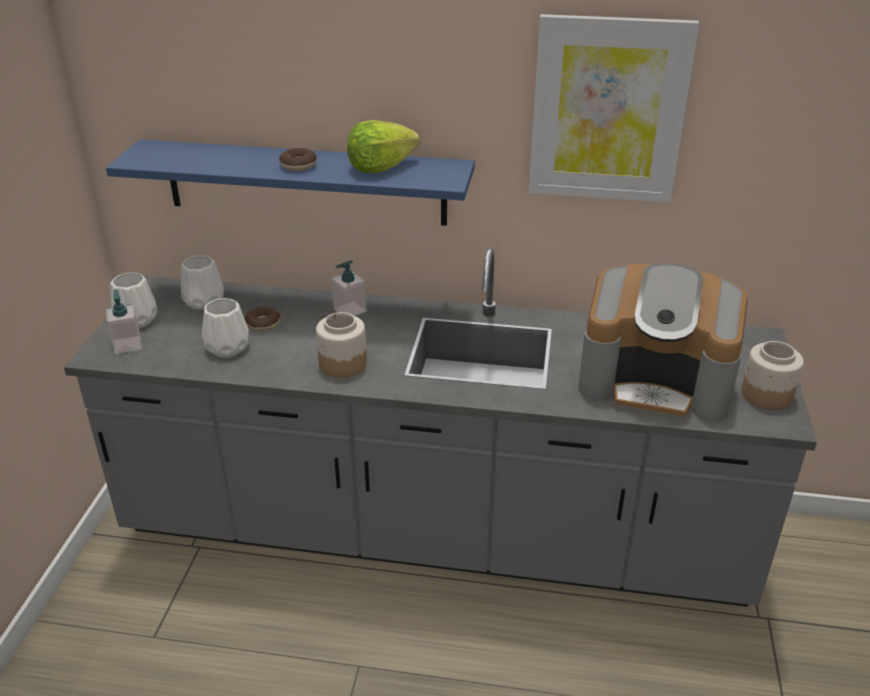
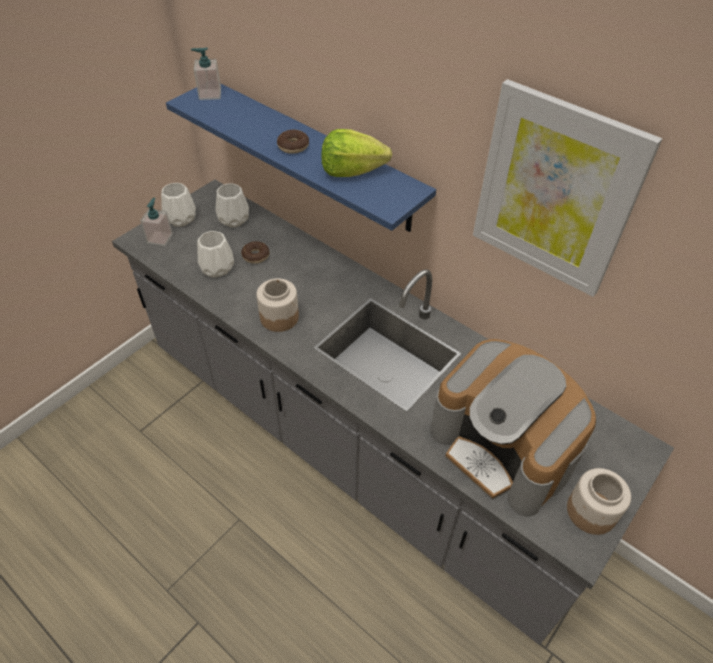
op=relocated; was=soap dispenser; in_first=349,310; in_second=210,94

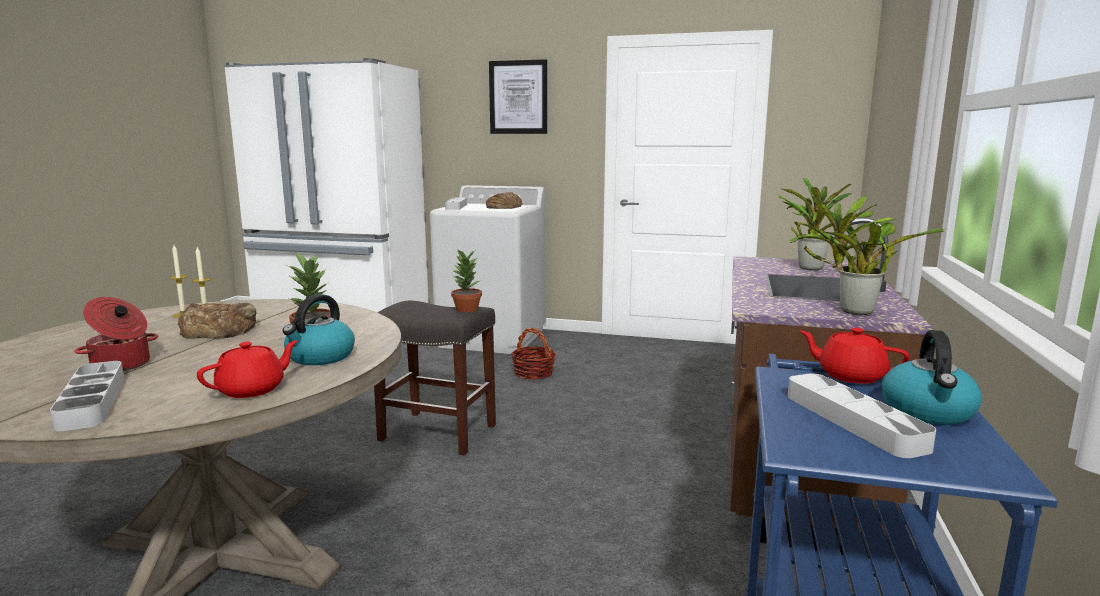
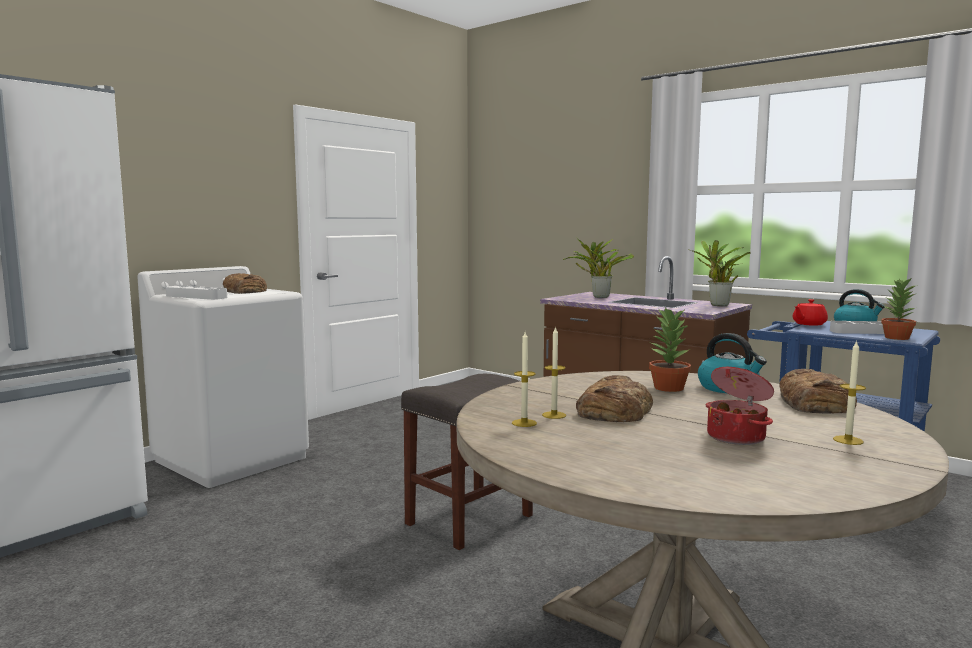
op=exchanged; was=red teapot; now=bread; in_first=252,390; in_second=814,403
op=exchanged; was=grey tray; now=candle; in_first=92,401; in_second=848,440
op=relocated; was=potted plant; in_first=466,309; in_second=896,338
op=missing; was=picture; in_first=518,97
op=missing; was=basket; in_first=533,373

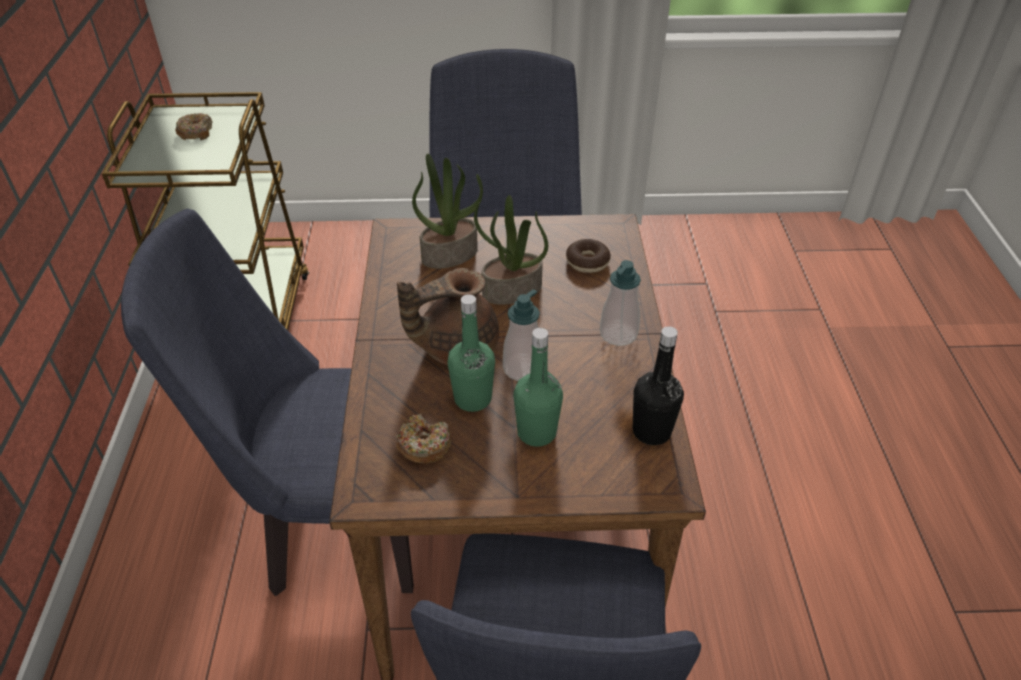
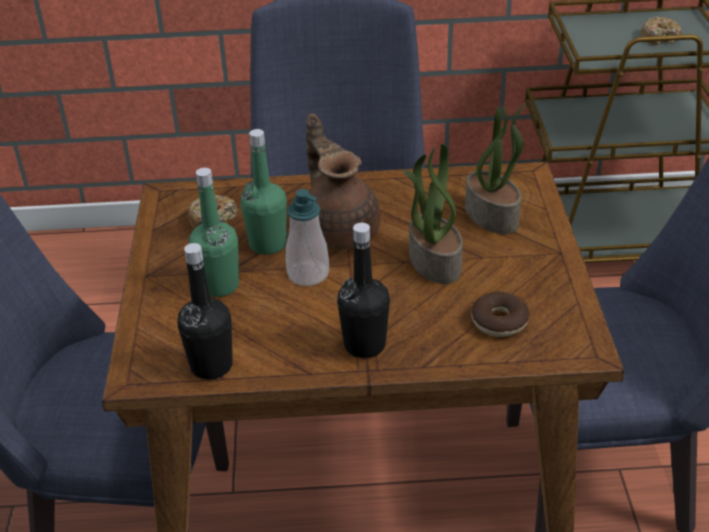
op=exchanged; was=soap dispenser; now=black bottle; in_first=618,334; in_second=364,345

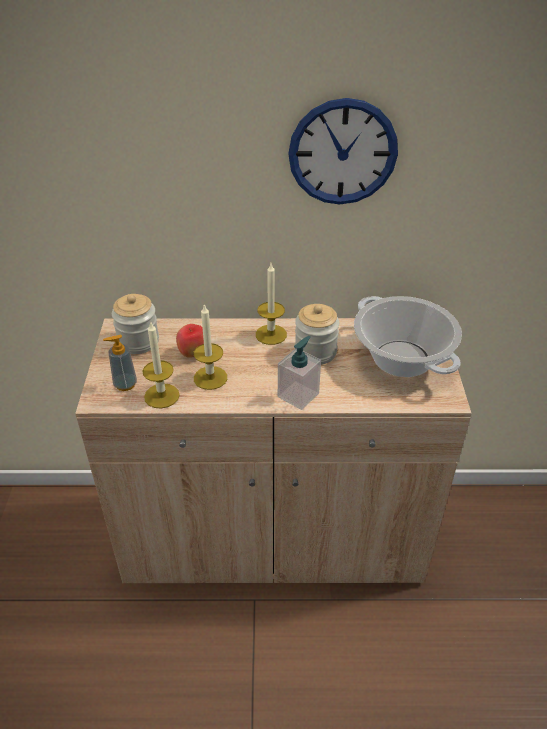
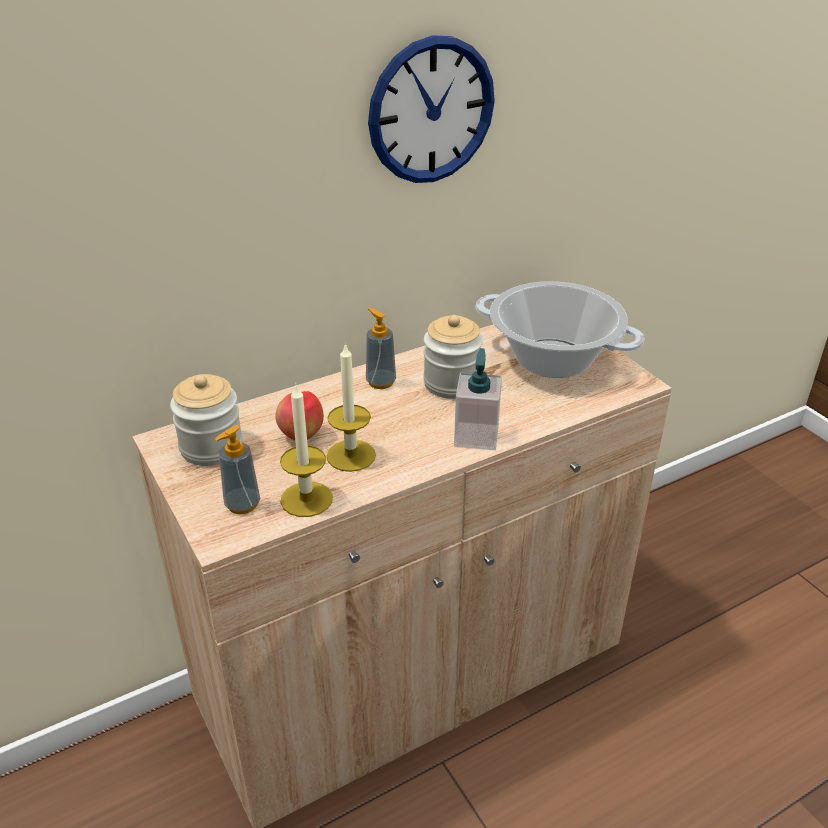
op=exchanged; was=candle; now=soap dispenser; in_first=271,334; in_second=380,382

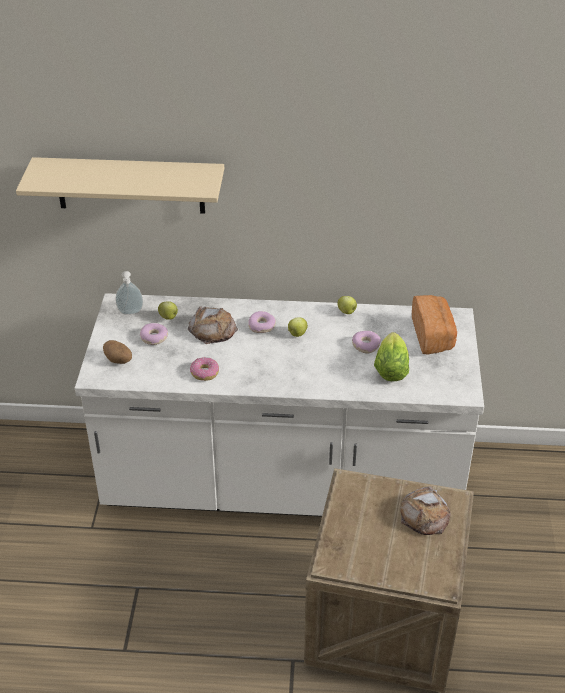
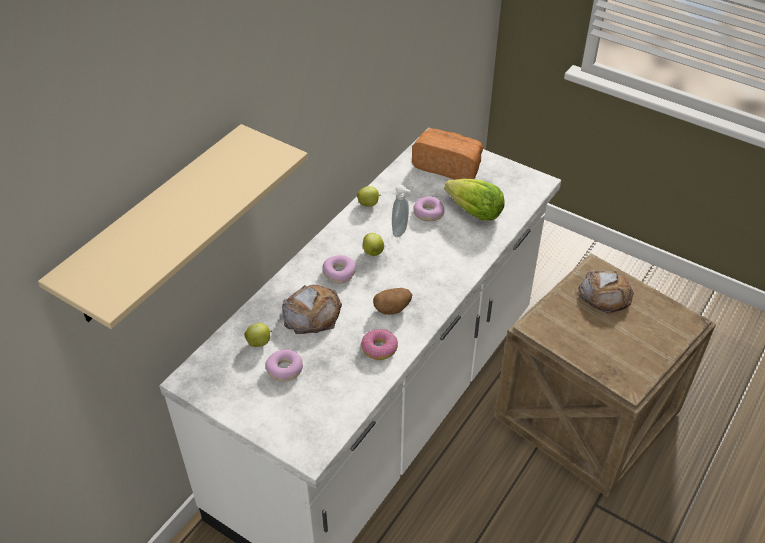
op=relocated; was=potato; in_first=119,360; in_second=392,308
op=relocated; was=soap dispenser; in_first=130,313; in_second=401,231

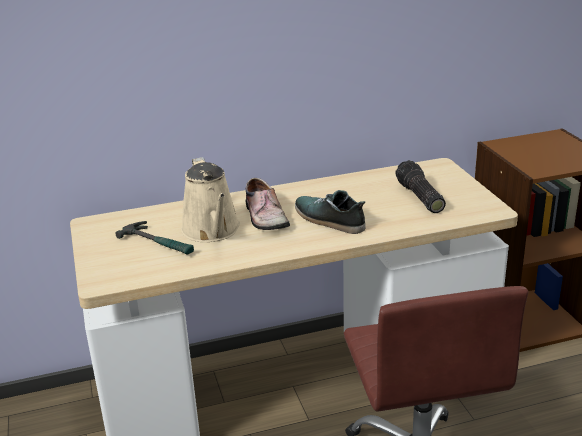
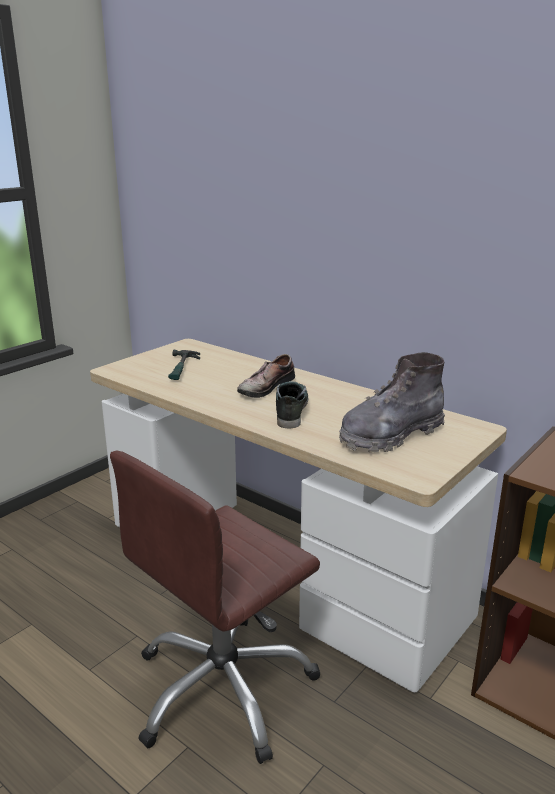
op=exchanged; was=flashlight; now=grey boot; in_first=419,197; in_second=390,435
op=missing; was=beige watering can; in_first=212,231

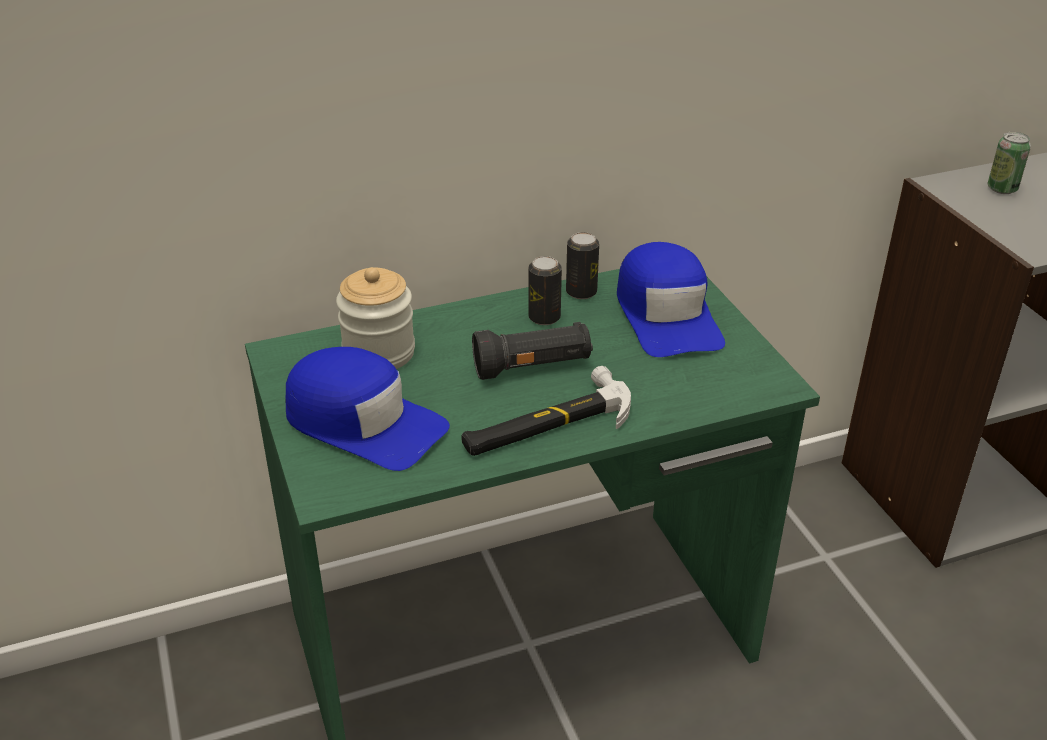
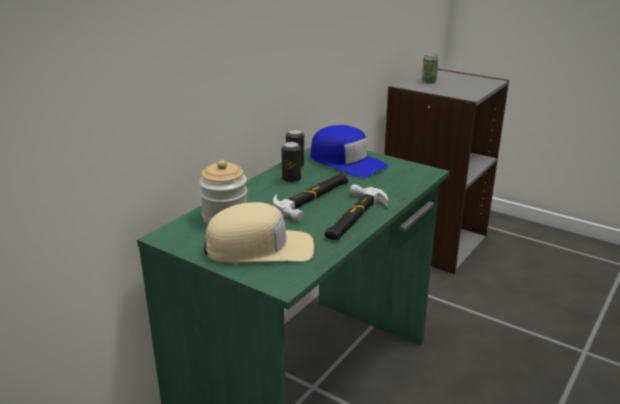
op=colour; was=blue cap; now=beige cap; in_first=363,422; in_second=260,248
op=exchanged; was=black flashlight; now=hammer; in_first=533,367; in_second=314,199

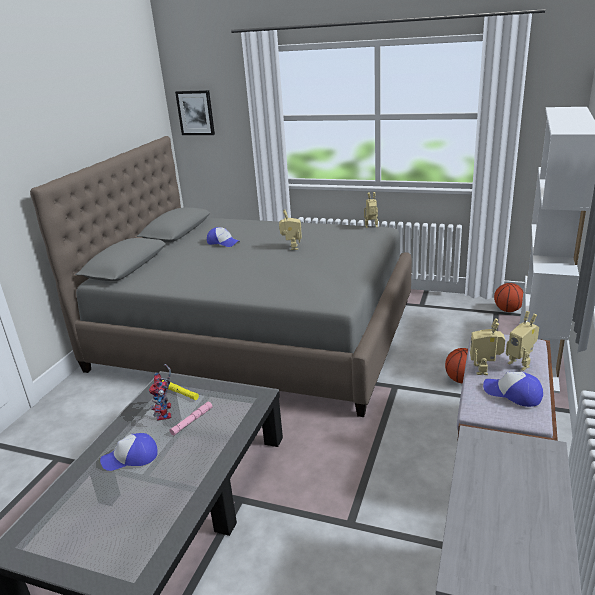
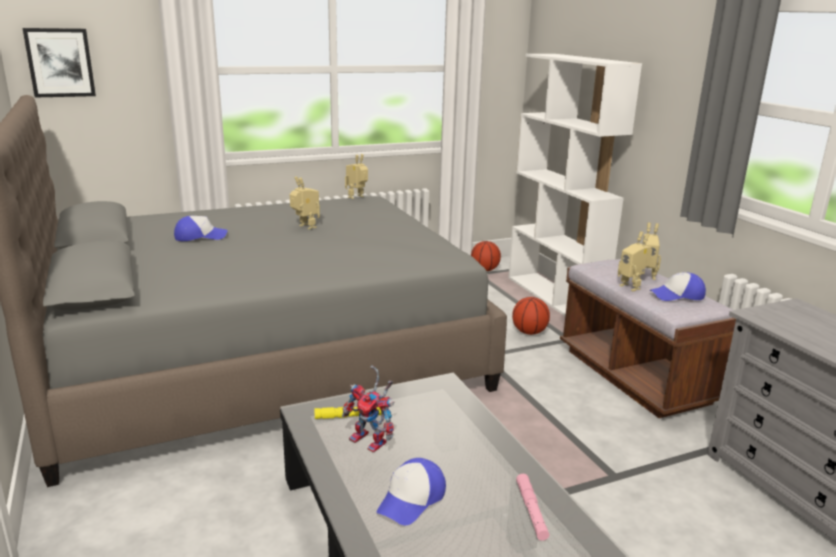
op=relocated; was=pink flashlight; in_first=192,421; in_second=531,510

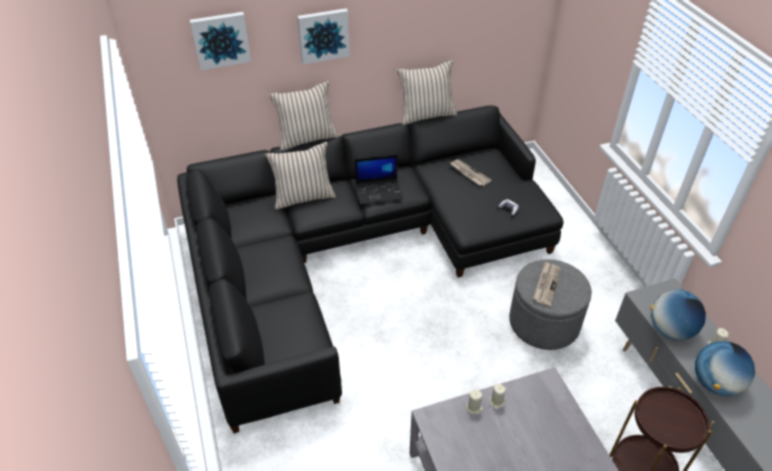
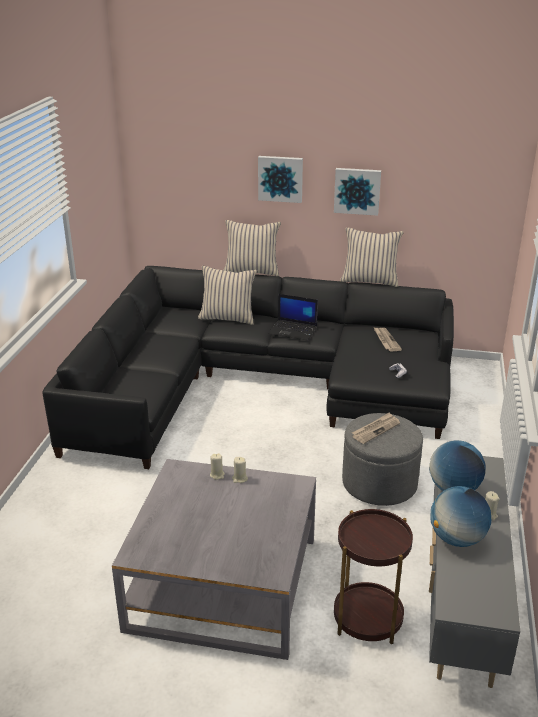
op=relocated; was=picture; in_first=220,39; in_second=357,191

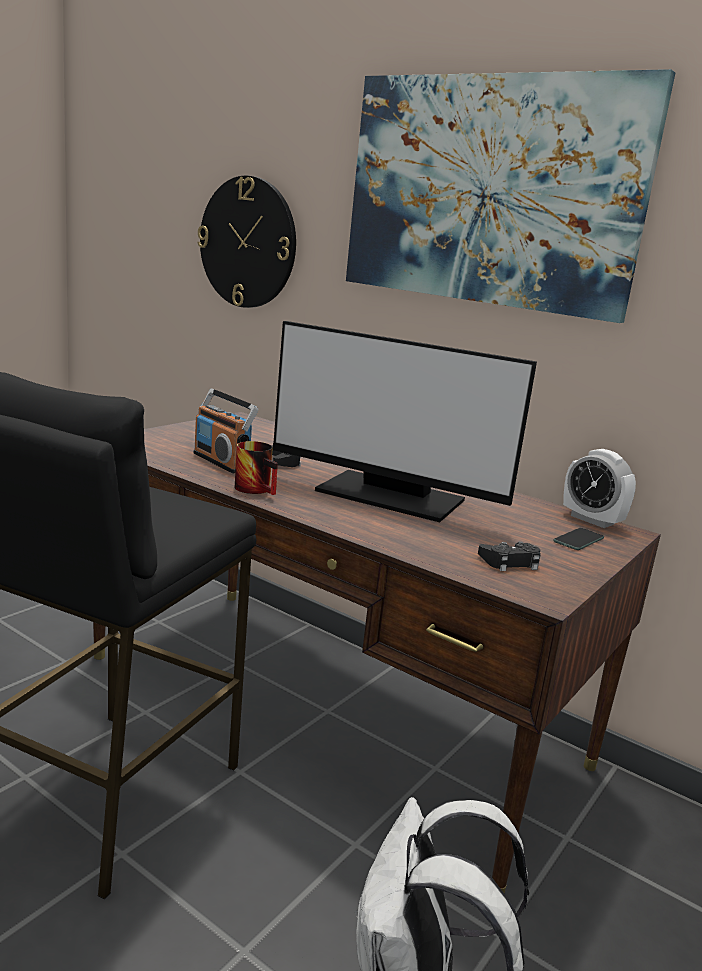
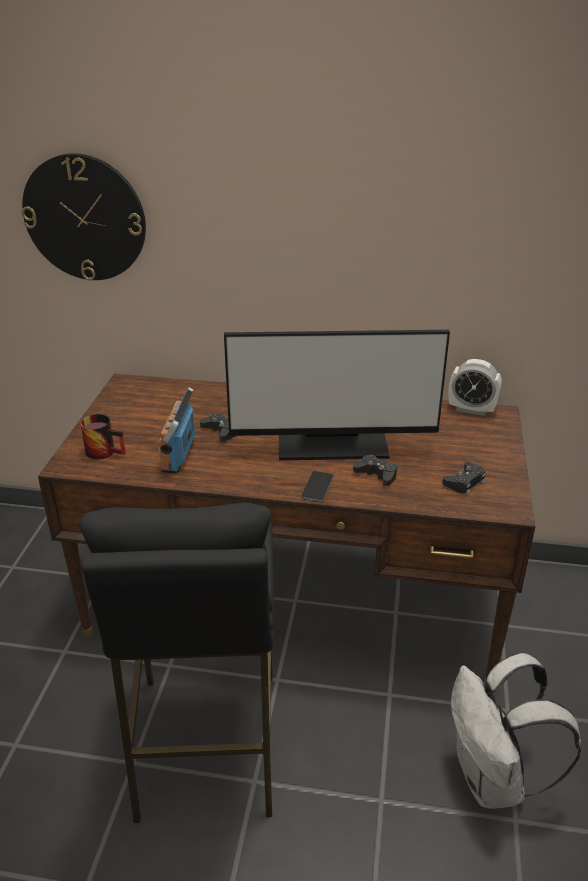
op=relocated; was=mug; in_first=258,489; in_second=106,451
op=spun; was=radio; in_first=221,462; in_second=178,454; clockwise=75
op=relocated; was=phone; in_first=578,540; in_second=317,487
op=appeared; now=black game controller; in_second=376,474
op=missing; was=picture; in_first=489,192

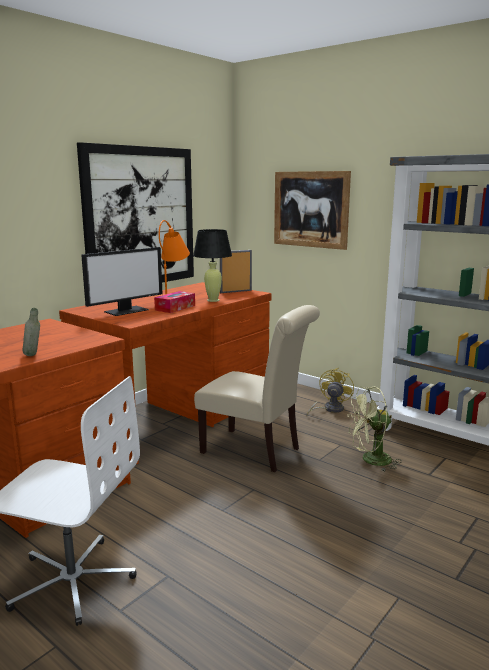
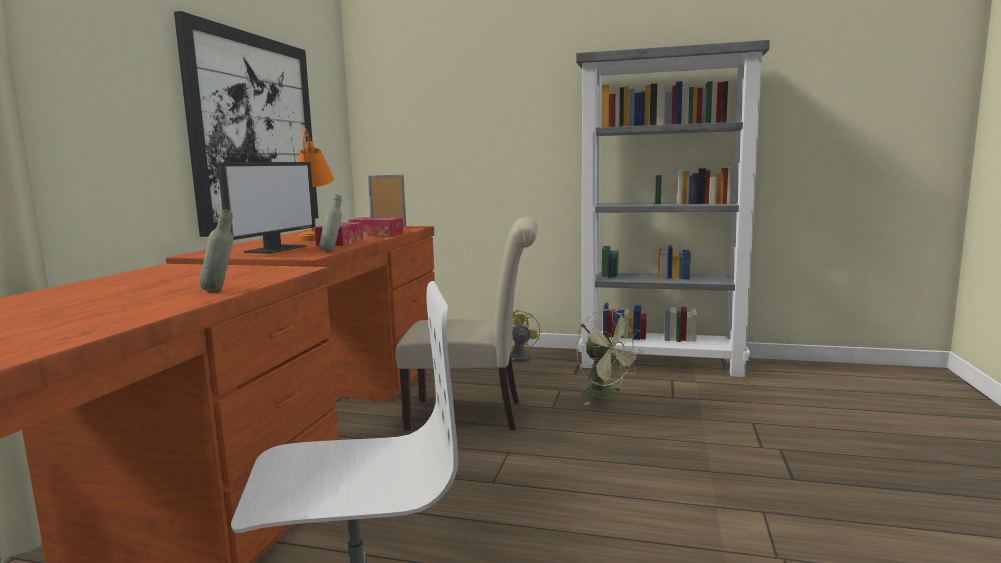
op=appeared; now=grey bottle; in_second=332,250
op=exchanged; was=black table lamp; now=tissue box; in_first=213,300; in_second=376,234
op=spun; was=green fan; in_first=370,460; in_second=605,397; clockwise=-90
op=missing; was=picture; in_first=310,209

